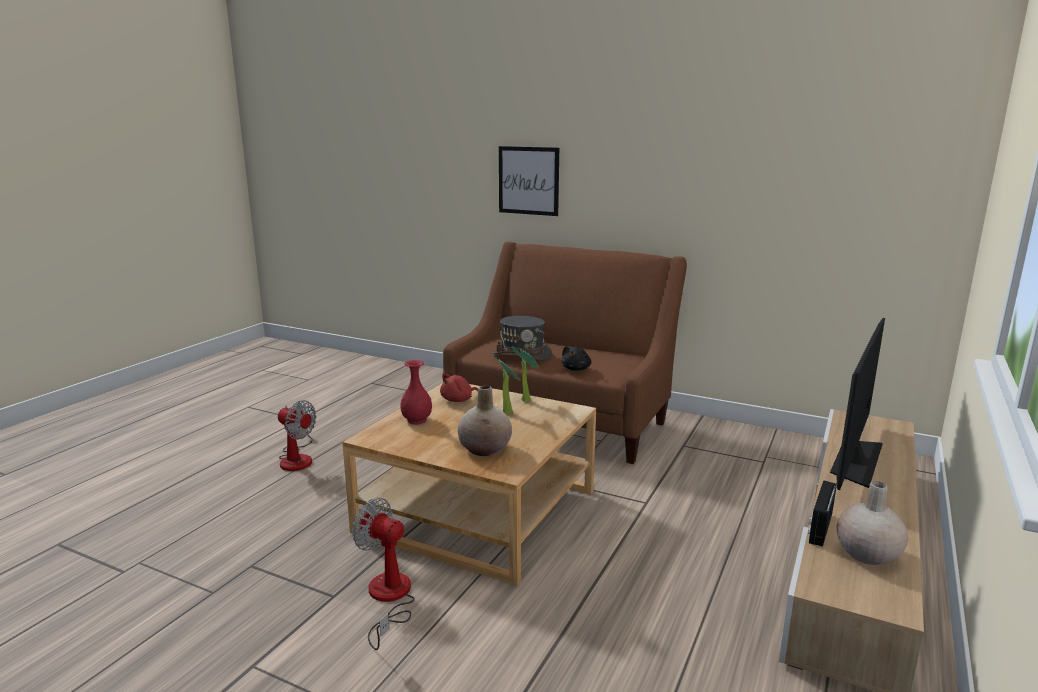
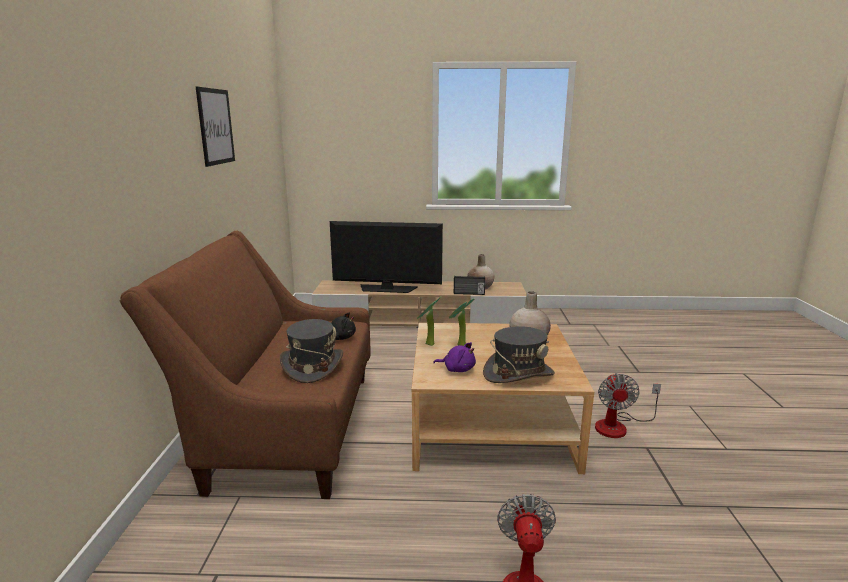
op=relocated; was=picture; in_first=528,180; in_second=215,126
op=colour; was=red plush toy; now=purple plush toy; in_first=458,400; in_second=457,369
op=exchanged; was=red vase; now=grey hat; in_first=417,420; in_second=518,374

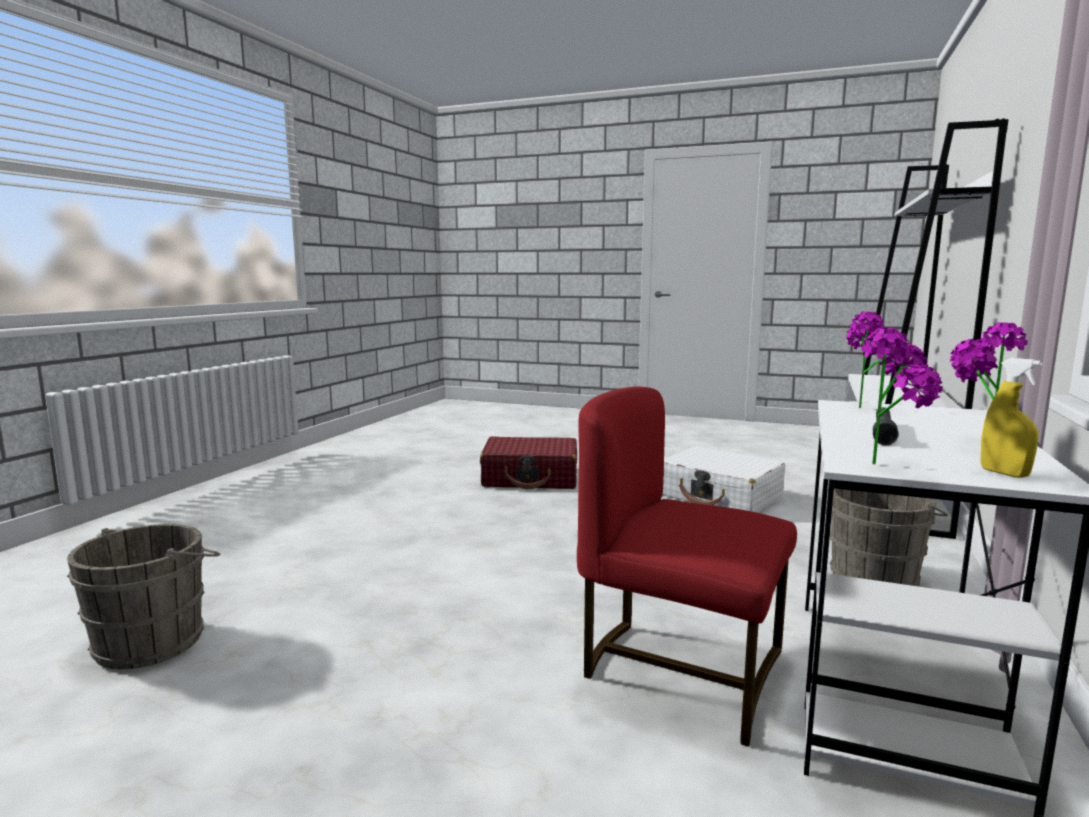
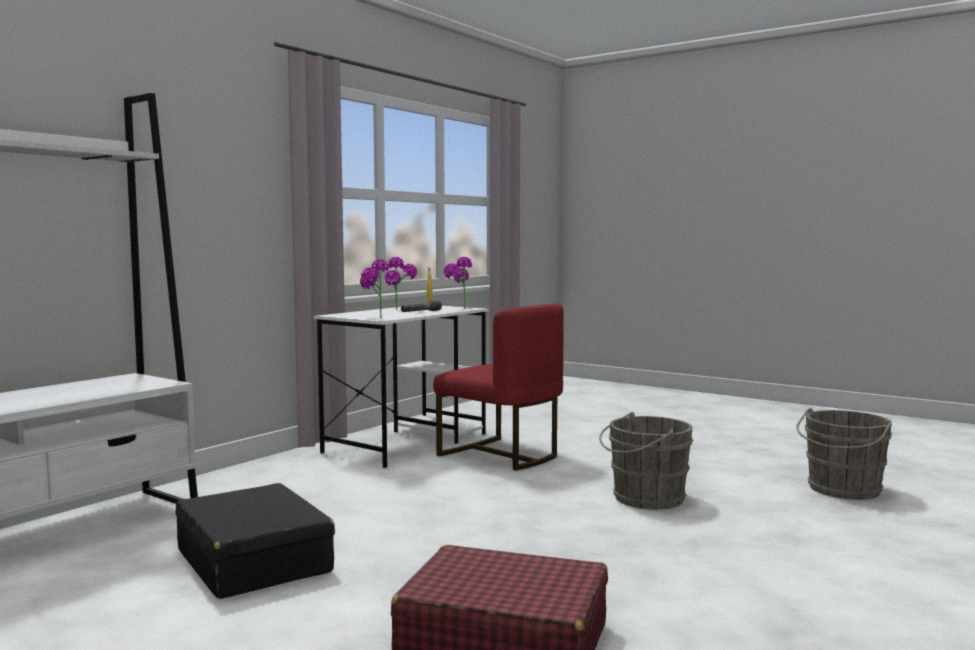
op=colour; was=white suitcase; now=black suitcase; in_first=720,496; in_second=254,561
op=relocated; was=grey bucket; in_first=876,576; in_second=644,498

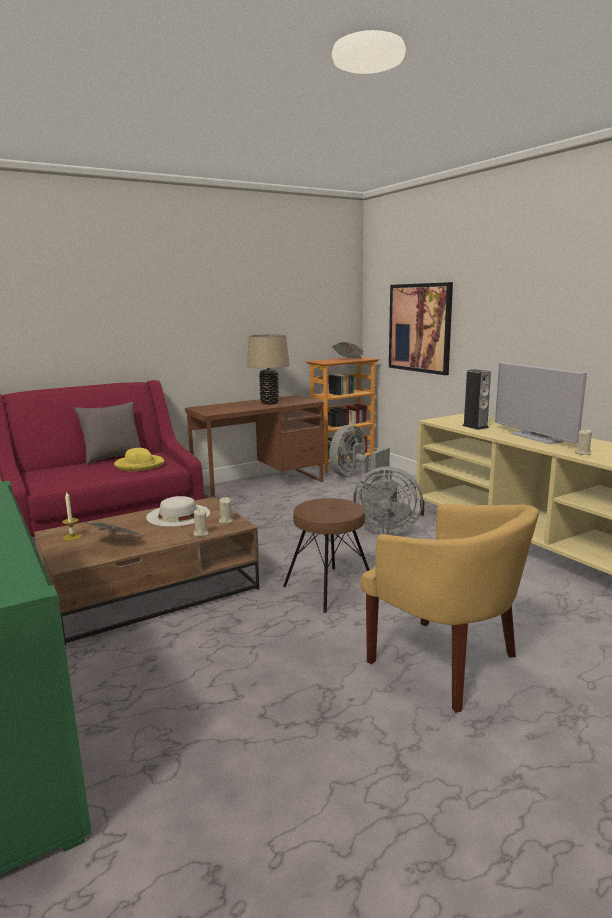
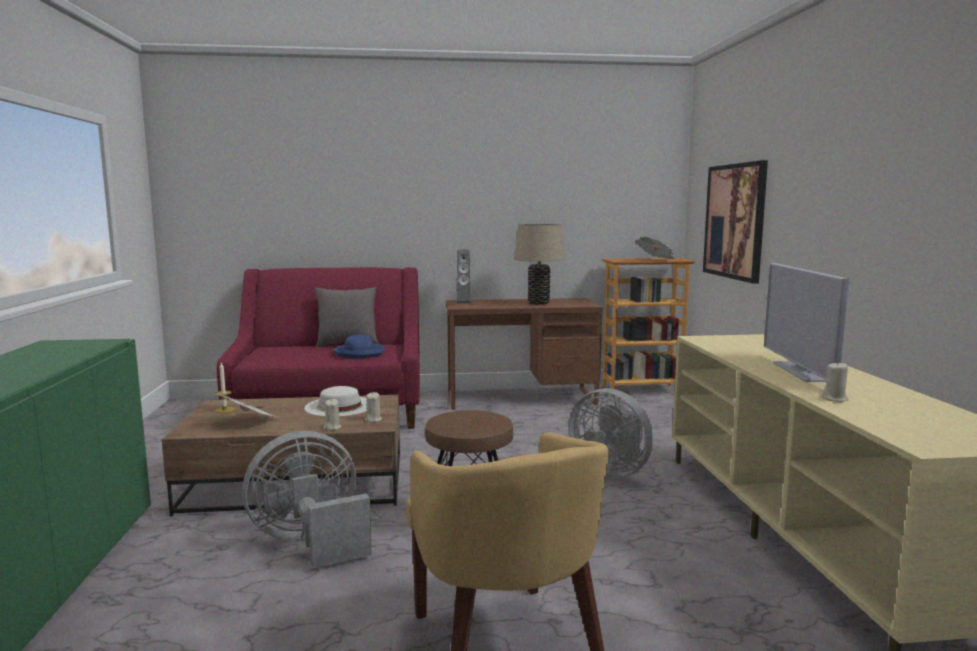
op=relocated; was=grey fan; in_first=354,476; in_second=310,542
op=colour; was=yellow hat; now=blue hat; in_first=139,465; in_second=360,353
op=relocated; was=speaker; in_first=475,426; in_second=463,301

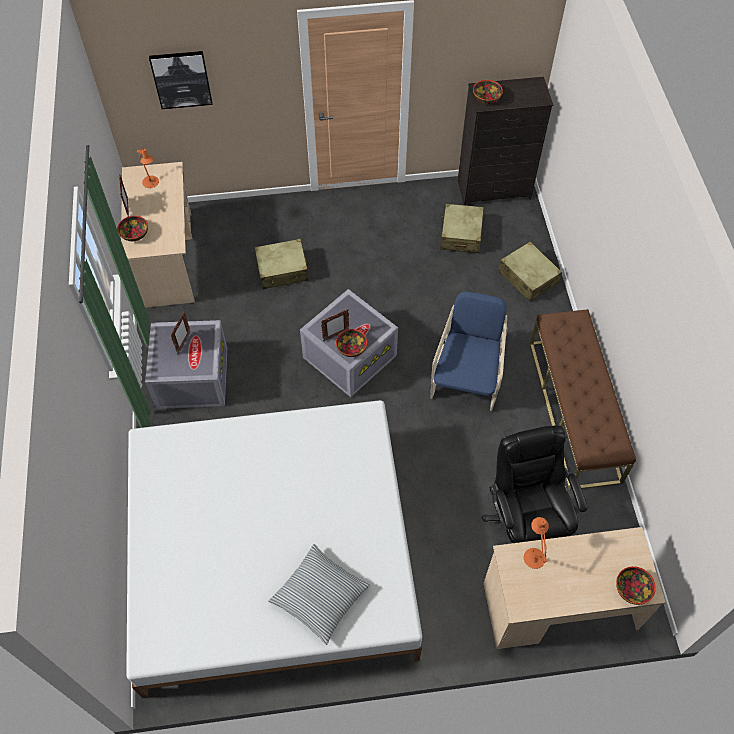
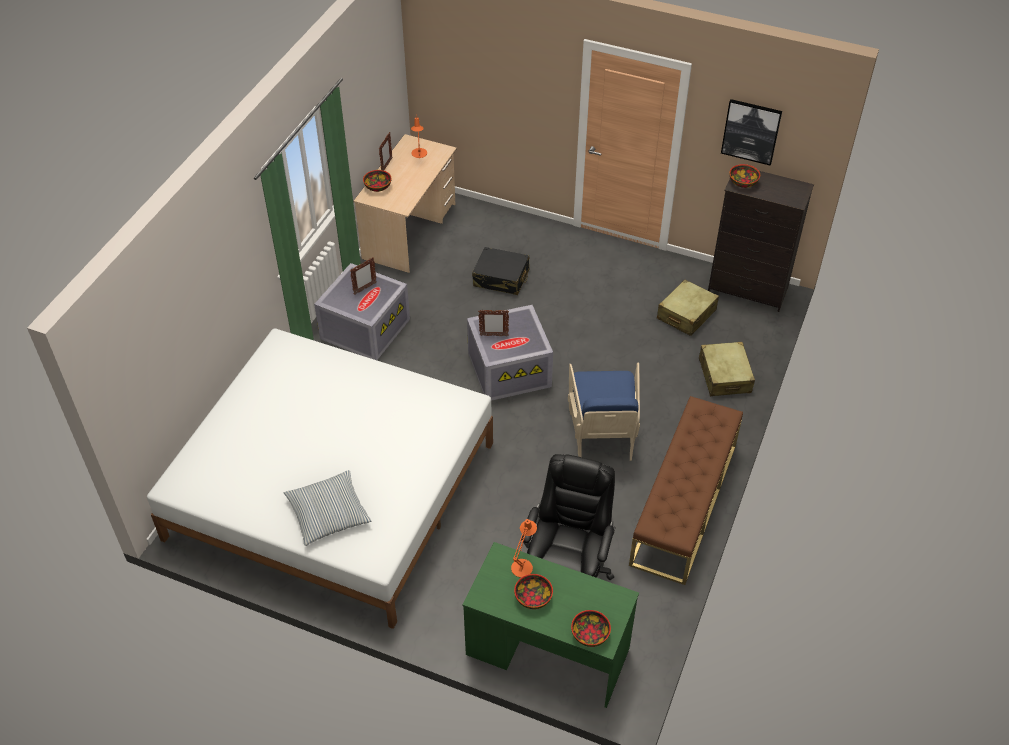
op=colour; was=beige desk; now=green desk; in_first=559,606; in_second=547,651
op=colour; was=beige suitcase; now=black suitcase; in_first=282,270; in_second=501,278
op=relocated; was=bowl; in_first=351,348; in_second=532,597
op=spun; was=blue armchair; in_first=466,377; in_second=602,432; clockwise=135
op=relocated; was=picture; in_first=181,79; in_second=751,131

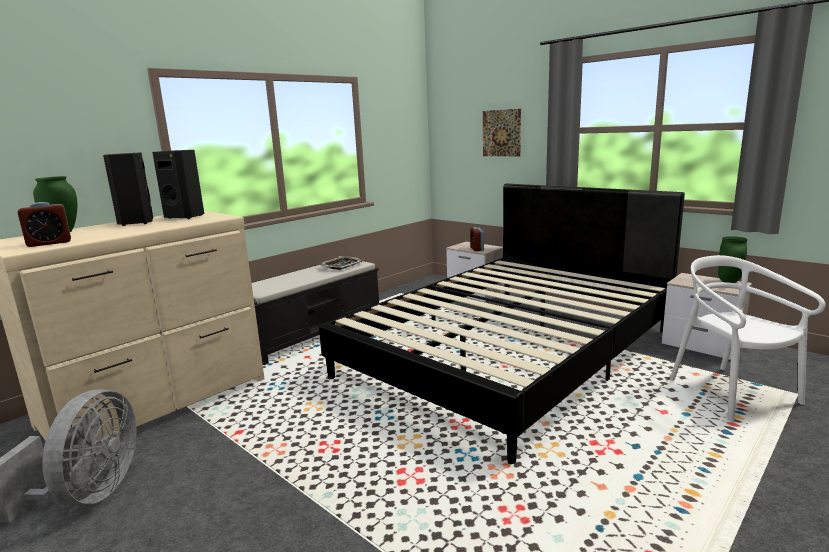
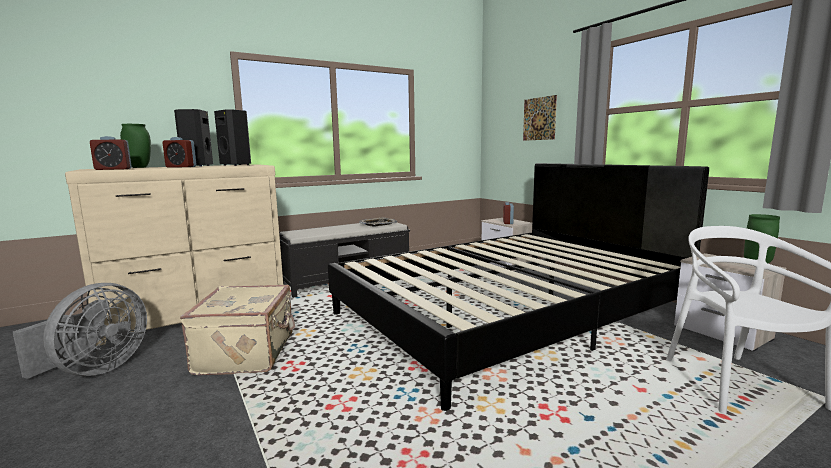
op=appeared; now=alarm clock; in_second=181,167
op=appeared; now=beige suitcase; in_second=248,353

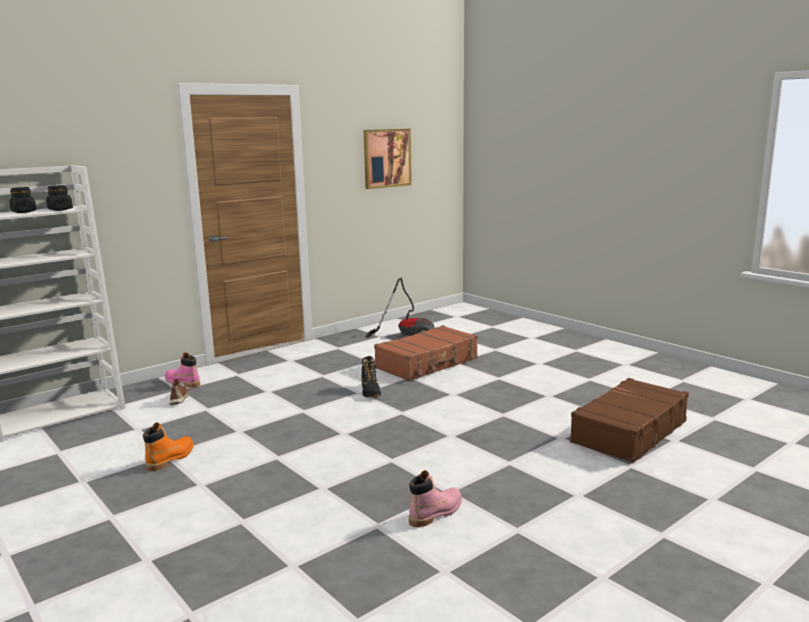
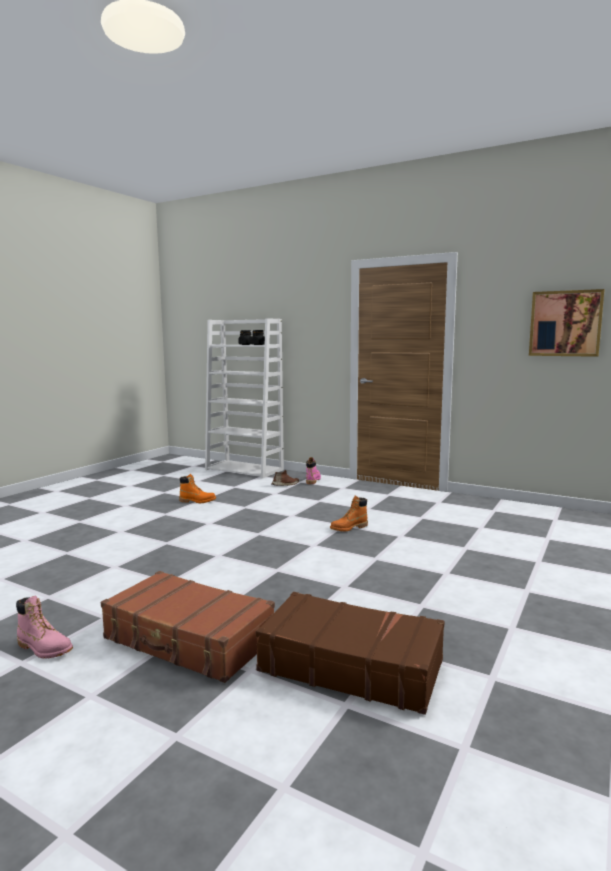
op=relocated; was=pink boot; in_first=436,513; in_second=44,648
op=relocated; was=brown suitcase; in_first=427,363; in_second=188,640
op=colour; was=black boot; now=orange boot; in_first=370,392; in_second=348,528
op=missing; was=vacuum cleaner; in_first=407,335

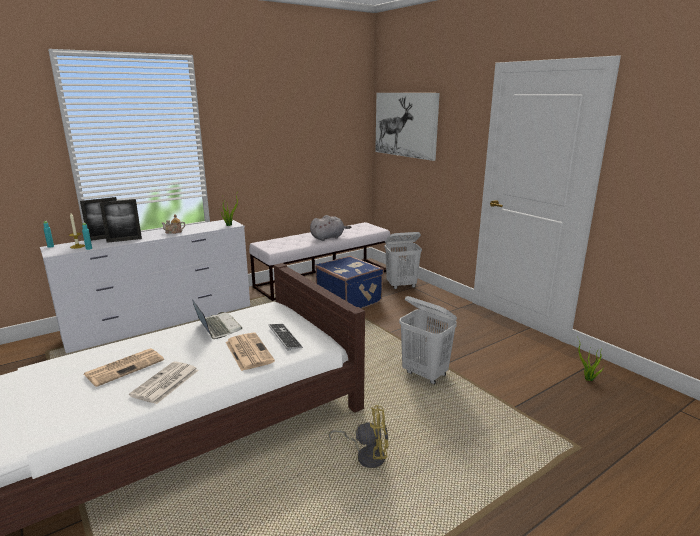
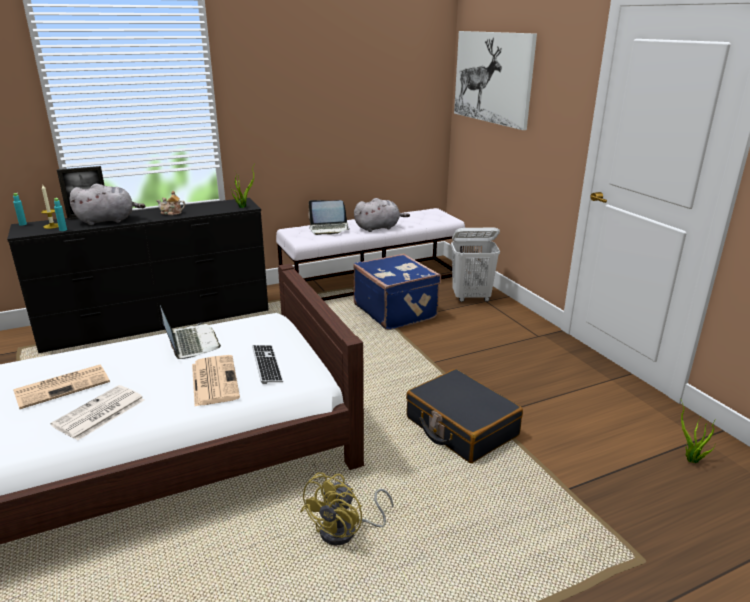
op=colour; was=white dresser; now=black dresser; in_first=162,322; in_second=159,322
op=exchanged; was=picture frame; now=grey plush toy; in_first=124,240; in_second=109,220
op=spun; was=yellow fan; in_first=366,455; in_second=346,531; clockwise=105
op=appeared; now=laptop; in_second=329,229
op=exchanged; was=white laundry basket; now=black suitcase; in_first=425,374; in_second=461,427

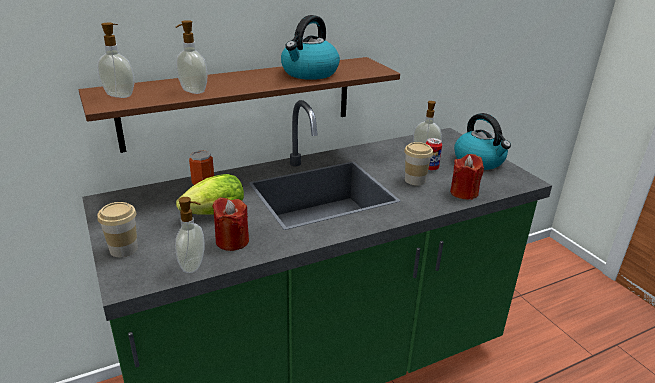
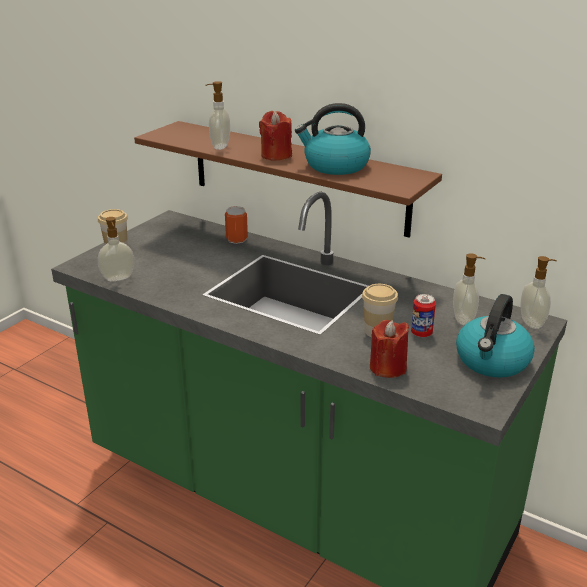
op=relocated; was=red candle; in_first=232,241; in_second=276,155
op=relocated; was=soap dispenser; in_first=120,95; in_second=532,322
op=missing; was=lettuce; in_first=211,214

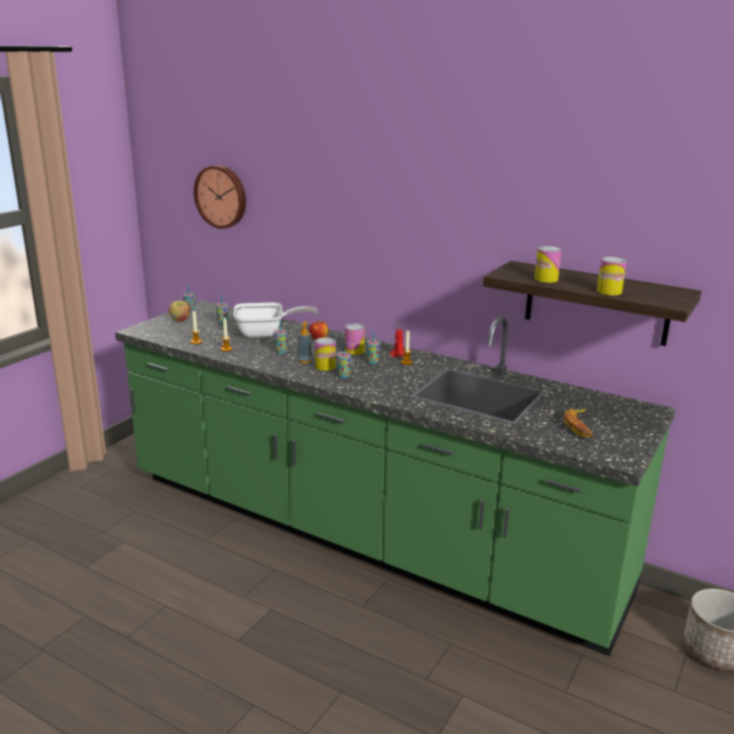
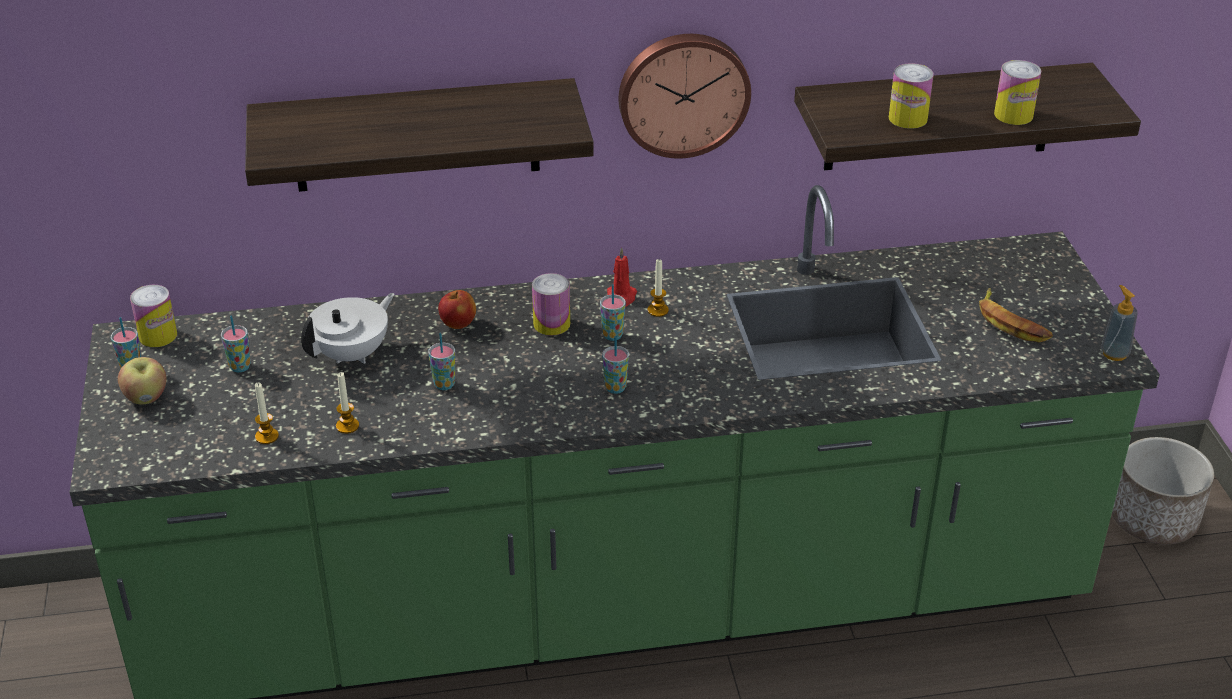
op=relocated; was=can; in_first=325,366; in_second=158,335
op=appeared; now=shelf; in_second=416,135
op=exchanged; was=frying pan; now=white teapot; in_first=265,333; in_second=352,354
op=relocated; was=wall clock; in_first=222,196; in_second=683,93
op=relocated; was=soap dispenser; in_first=304,361; in_second=1114,353

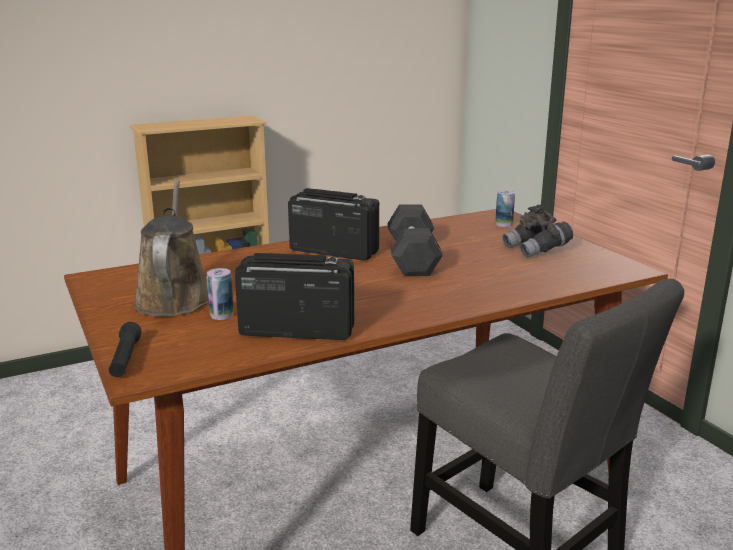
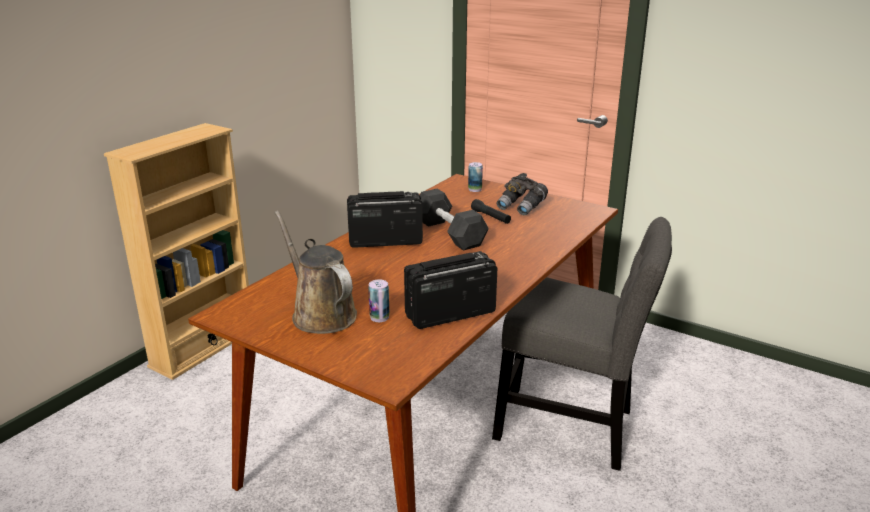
op=relocated; was=black flashlight; in_first=125,359; in_second=491,217

